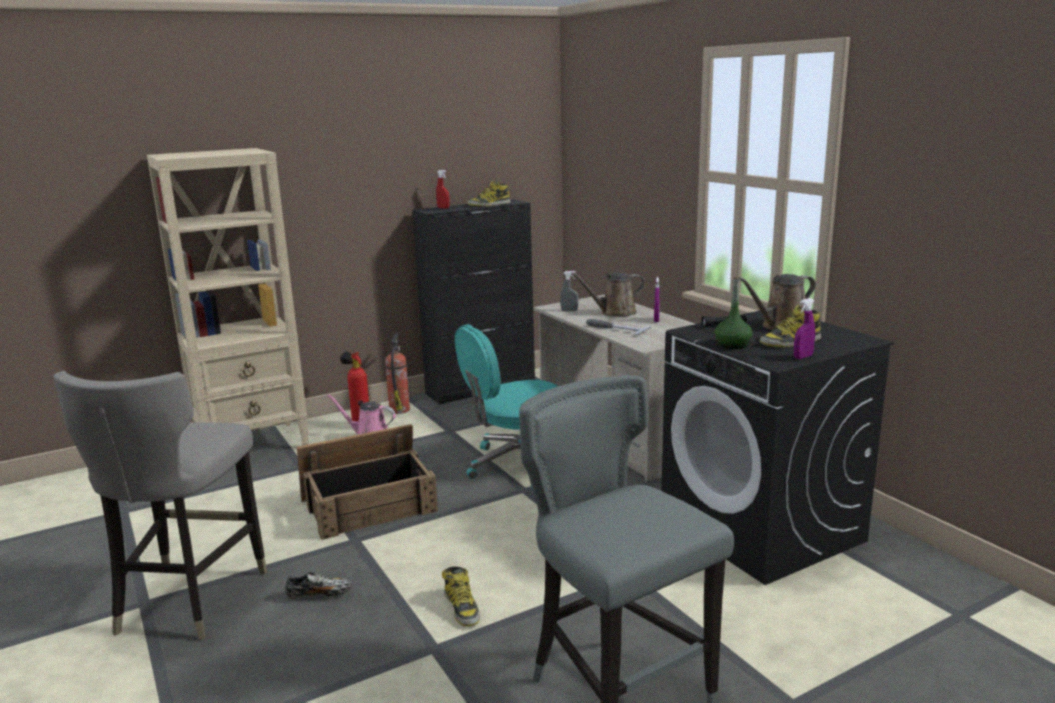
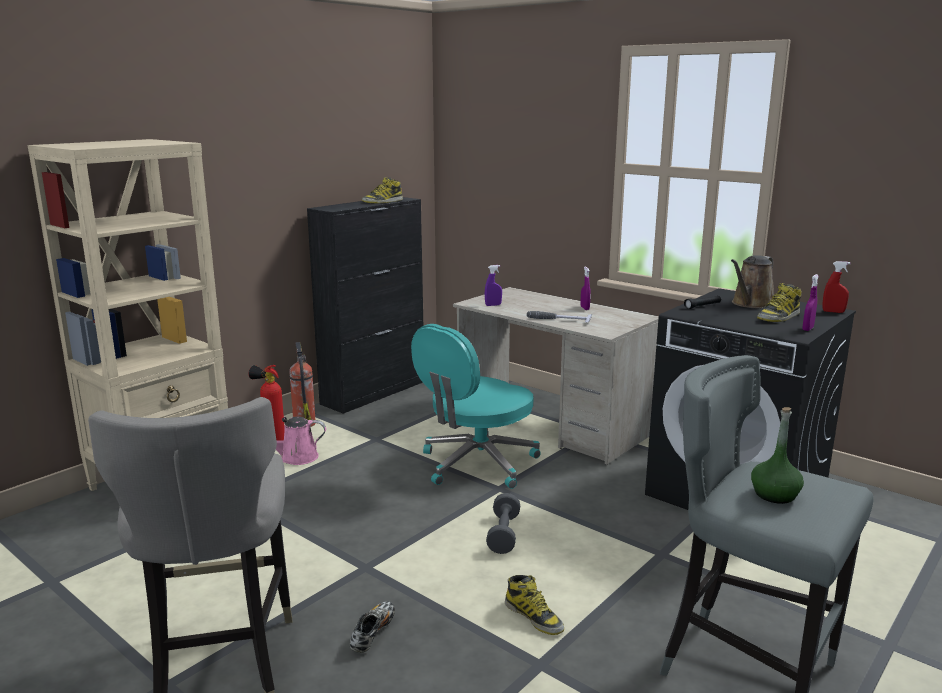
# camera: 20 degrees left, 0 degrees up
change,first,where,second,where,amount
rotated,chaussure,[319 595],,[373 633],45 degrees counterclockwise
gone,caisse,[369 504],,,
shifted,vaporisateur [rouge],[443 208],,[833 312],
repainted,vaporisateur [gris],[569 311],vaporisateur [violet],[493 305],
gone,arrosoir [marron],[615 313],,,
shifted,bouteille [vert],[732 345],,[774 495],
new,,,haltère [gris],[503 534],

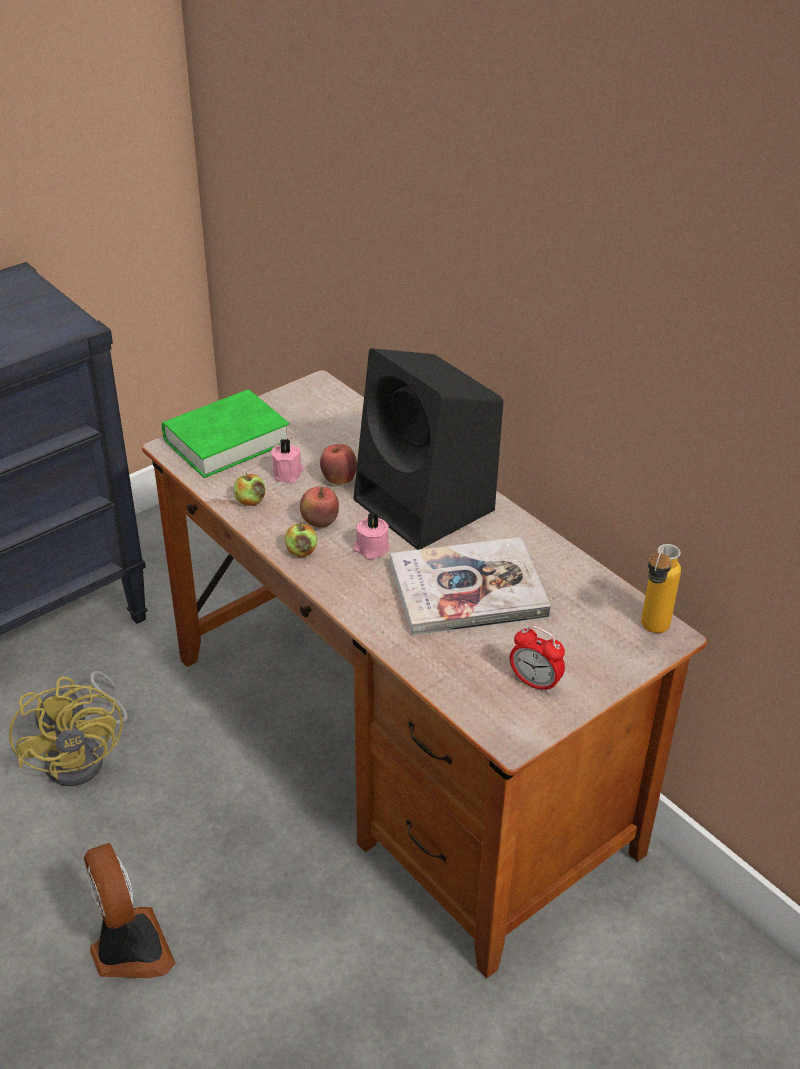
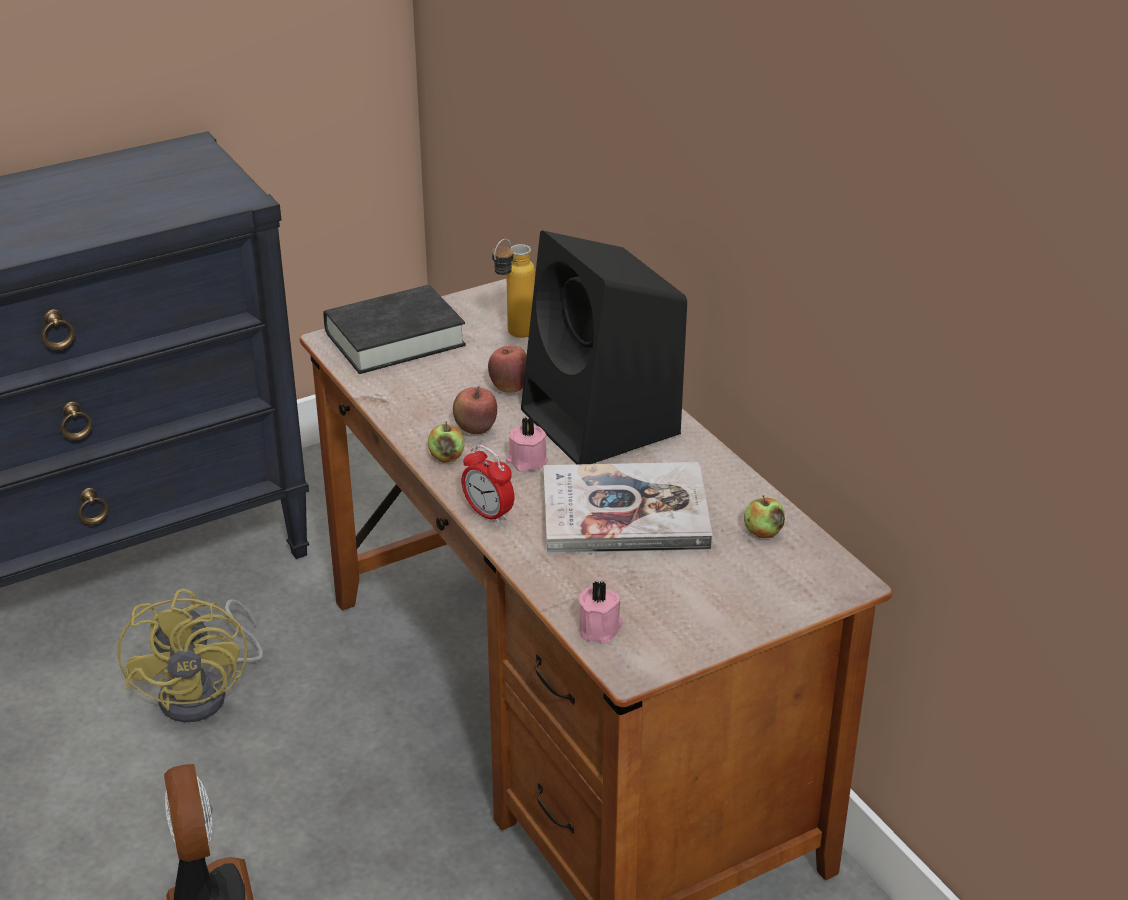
# camera: 10 degrees right, 5 degrees down
change,first,where,second,where,amount
repainted,livre [vert],[226 441],livre [noir],[394 339],
shifted,pomme,[250 501],,[763 532],
shifted,bougie [rose],[288 473],,[601 629],
shifted,réveil,[535 682],,[488 513],
shifted,bouteille,[650 632],,[513 336],

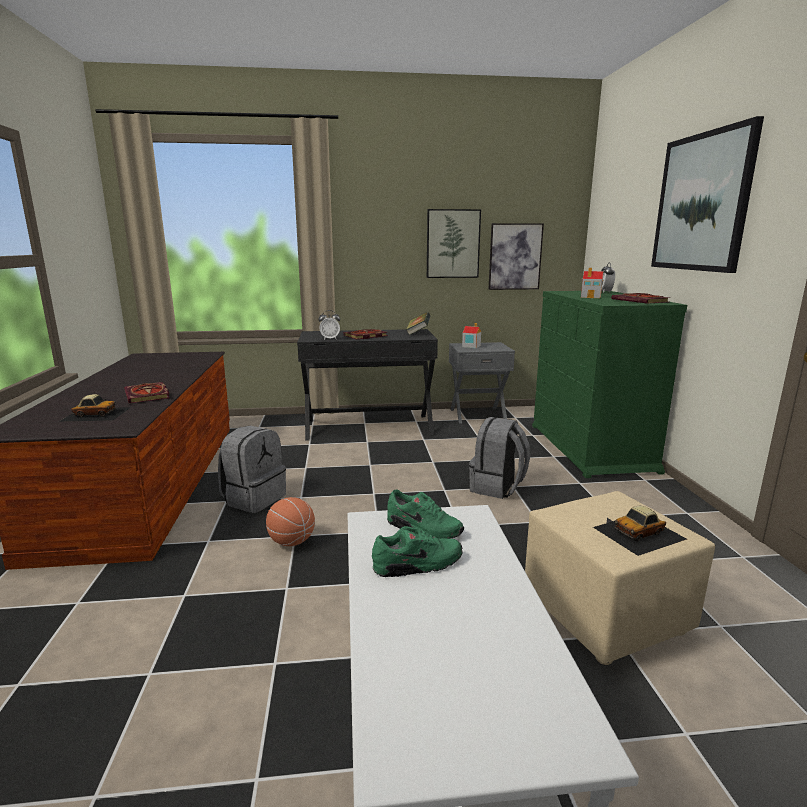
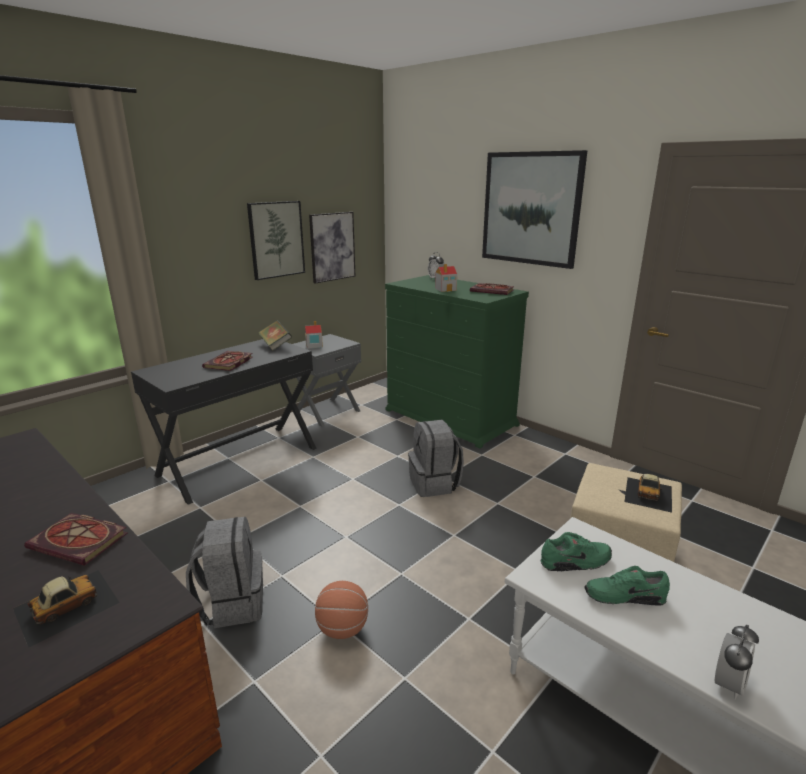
# camera: 40 degrees left, 5 degrees up
change,first,where,second,where,amount
shifted,réveil,[330 339],,[728 684],
rotated,chaussure [vert],[418 565],,[624 596],120 degrees counterclockwise

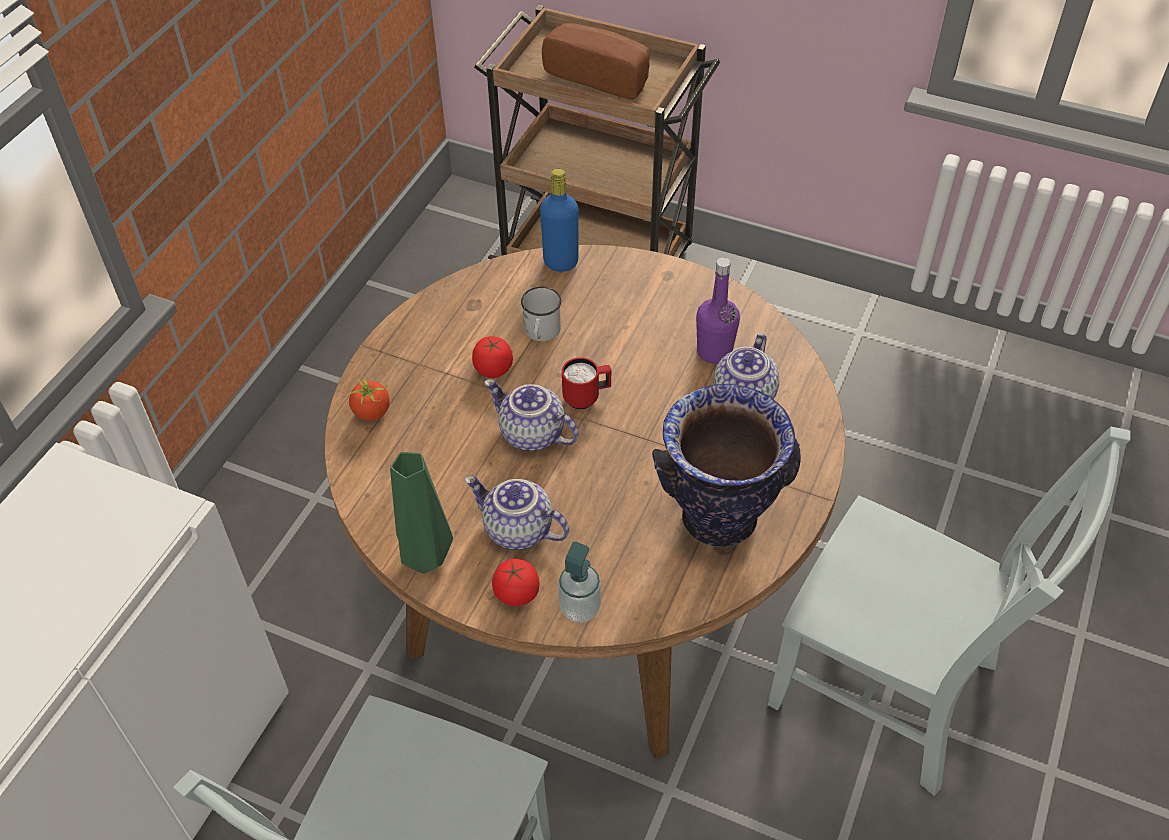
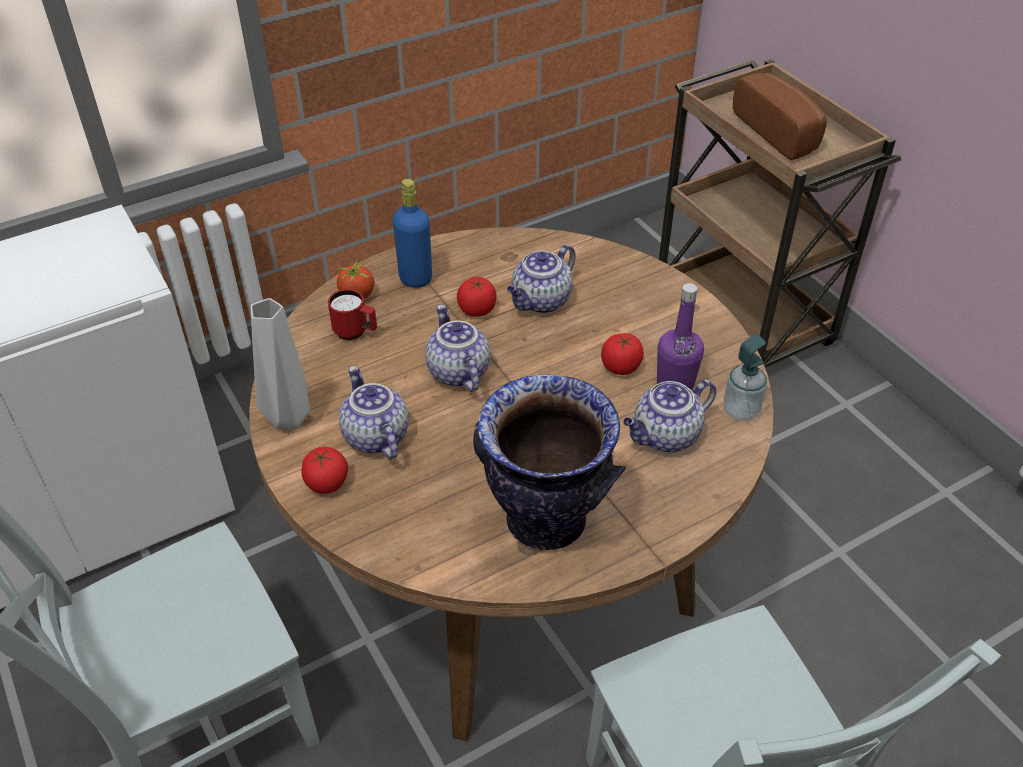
# camera: 35 degrees right, 5 degrees down
change,first,where,second,where,amount
repainted,vase [vert],[423 557],vase [gris],[288 417],
swapped,mug [blanc],[541 333],théière,[541 302],
shifted,bouteille [bleu],[561 262],,[415 278],
shifted,distributeur de savon,[580 608],,[740 410],
shifted,mug [rouge],[587 397],,[355 332],
new,,,tomate,[621 366],

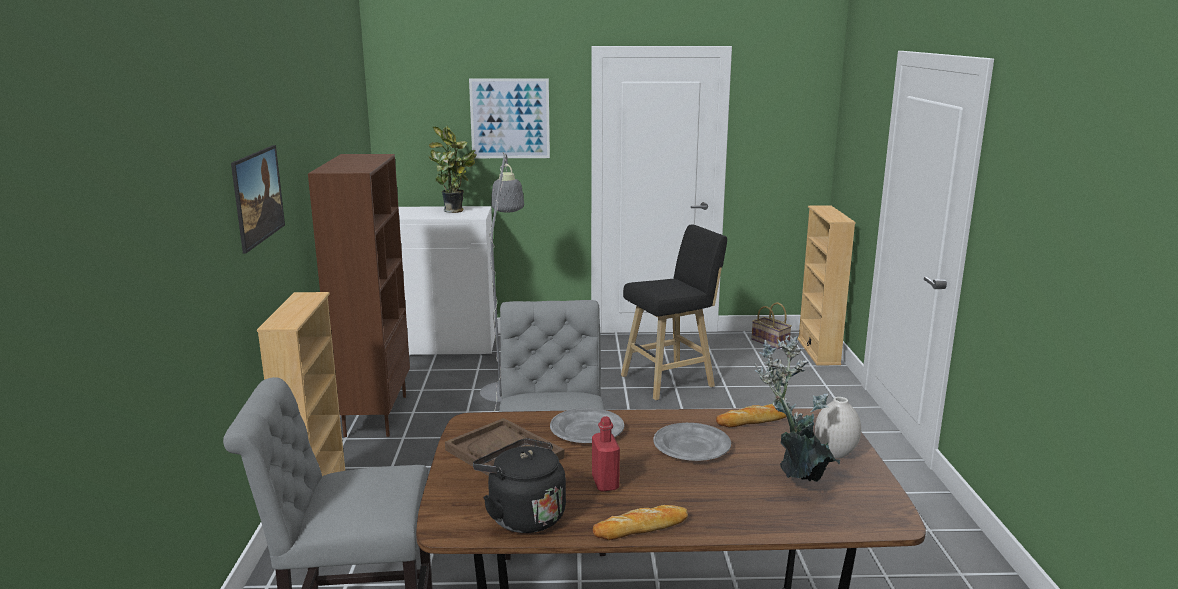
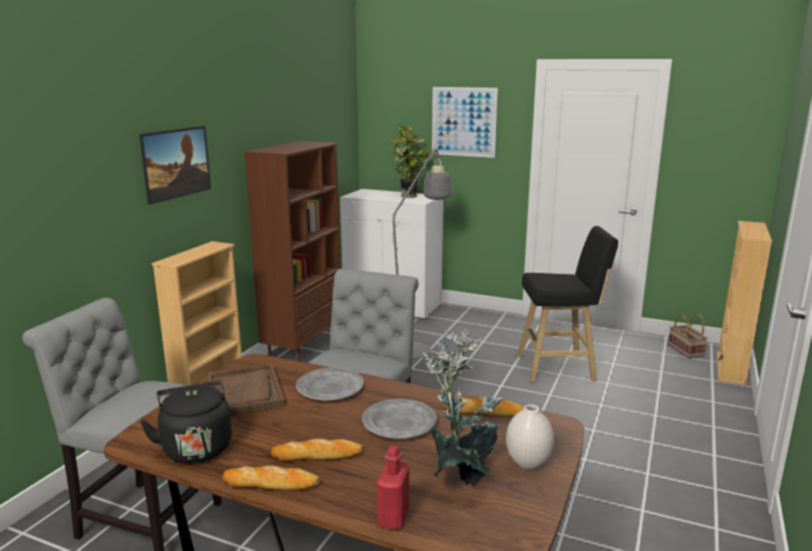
# camera: 25 degrees right, 0 degrees up
change,first,where,second,where,amount
shifted,bouteille [rouge],[605 483],,[393 518],
new,,,pain,[317 456],

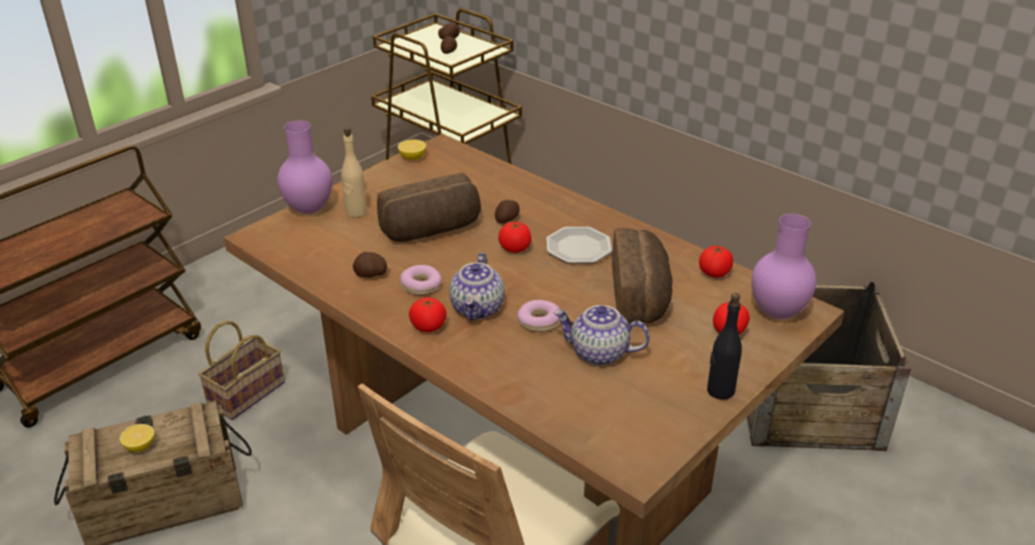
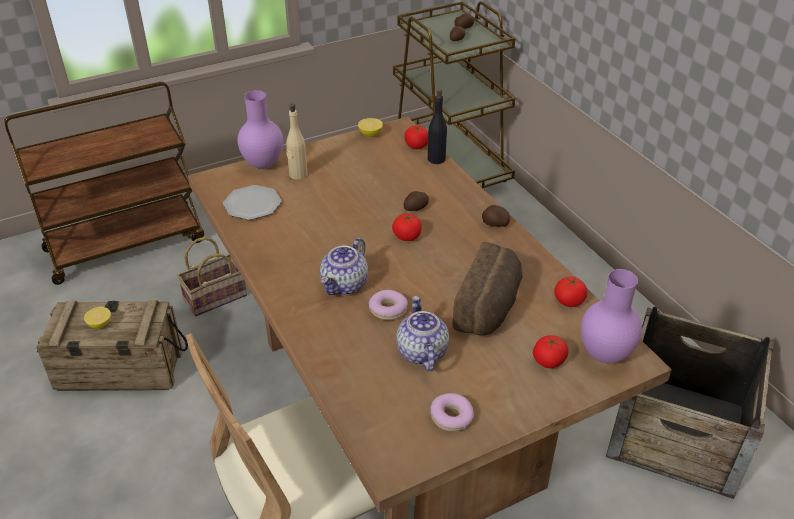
# camera: 20 degrees right, 5 degrees up
change,first,where,second,where,amount
shifted,pomme de terre,[370 275],,[495 224],
gone,pain,[432 230],,,
shifted,beignet,[421 286],,[451 417],
shifted,tomate,[428 326],,[416 146],
shifted,assiette,[579 247],,[253 204],
rotated,théière,[598 353],,[421 352],45 degrees clockwise
shifted,bouteille [noir],[720 390],,[436 159],

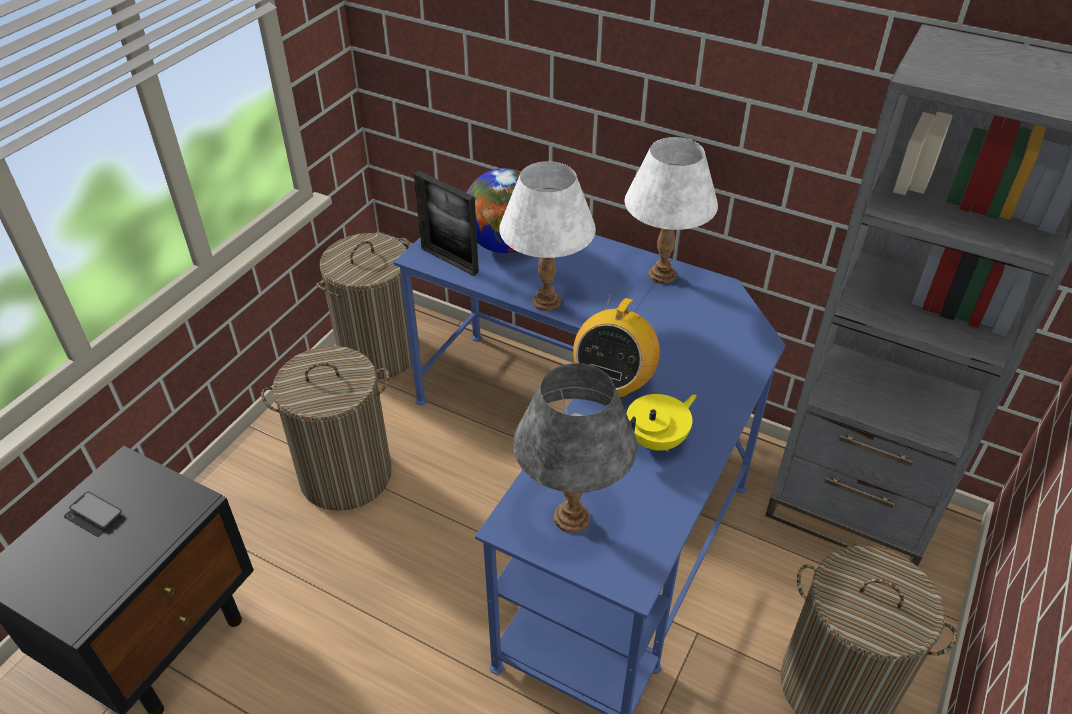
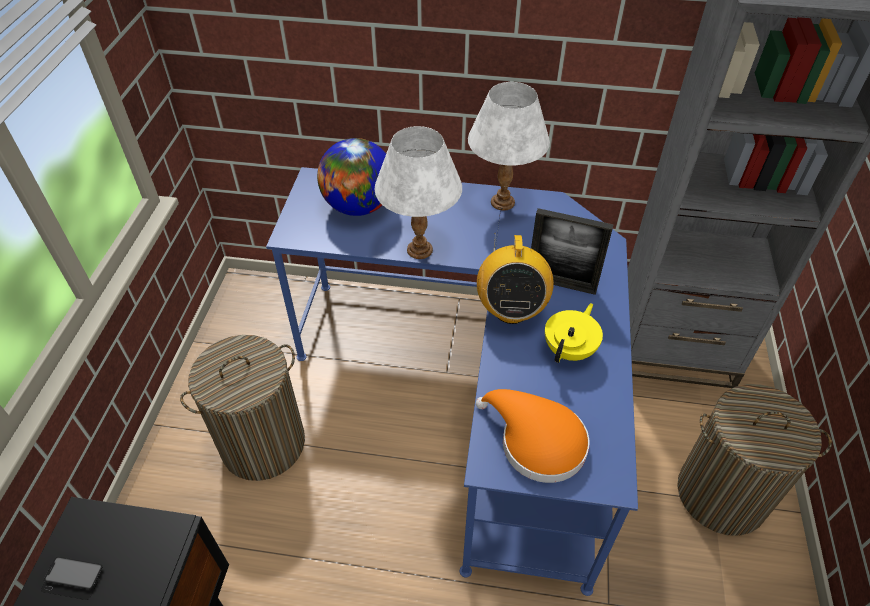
# camera: 20 degrees left, 5 degrees up
change,first,where,second,where,amount
gone,panier à linge,[379 352],,,
shifted,cadre photo,[449 260],,[561 284],
swapped,lampe de table [gris],[571 518],chapeau [orange],[536 441],

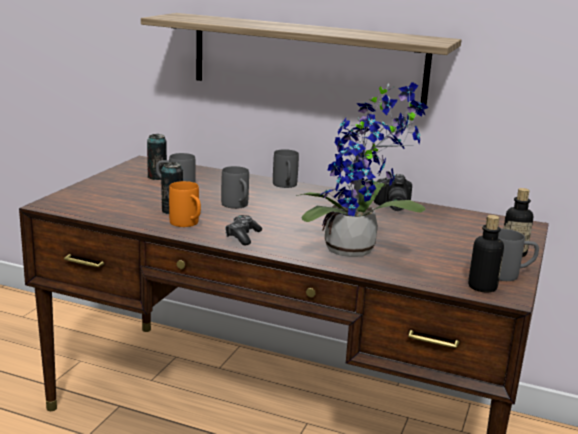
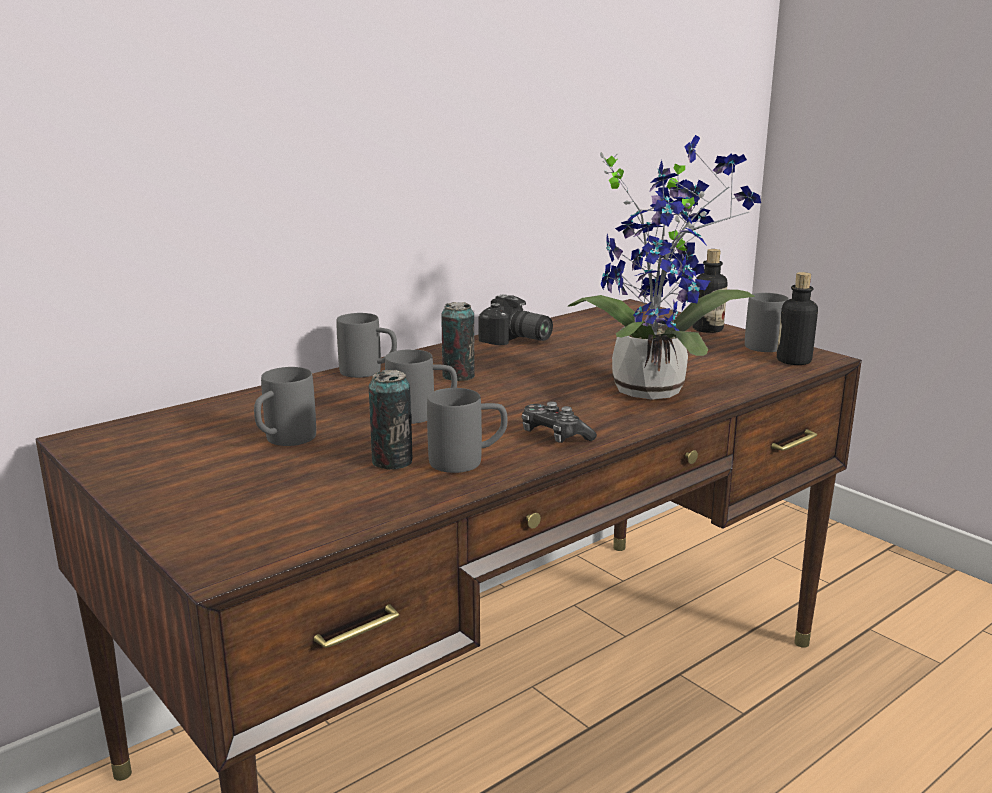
# camera: 60 degrees left, 0 degrees up
change,first,where,second,where,amount
gone,étagère,[307 59],,,
shifted,boîte métallique,[157 177],,[458 376],
repainted,mug [orange],[187 224],mug [gris],[468 461],

